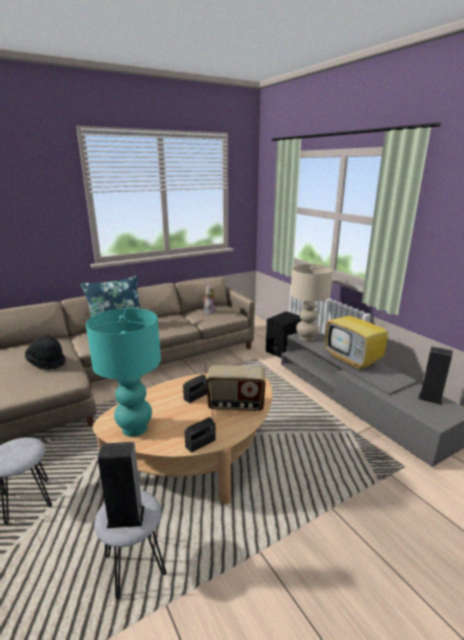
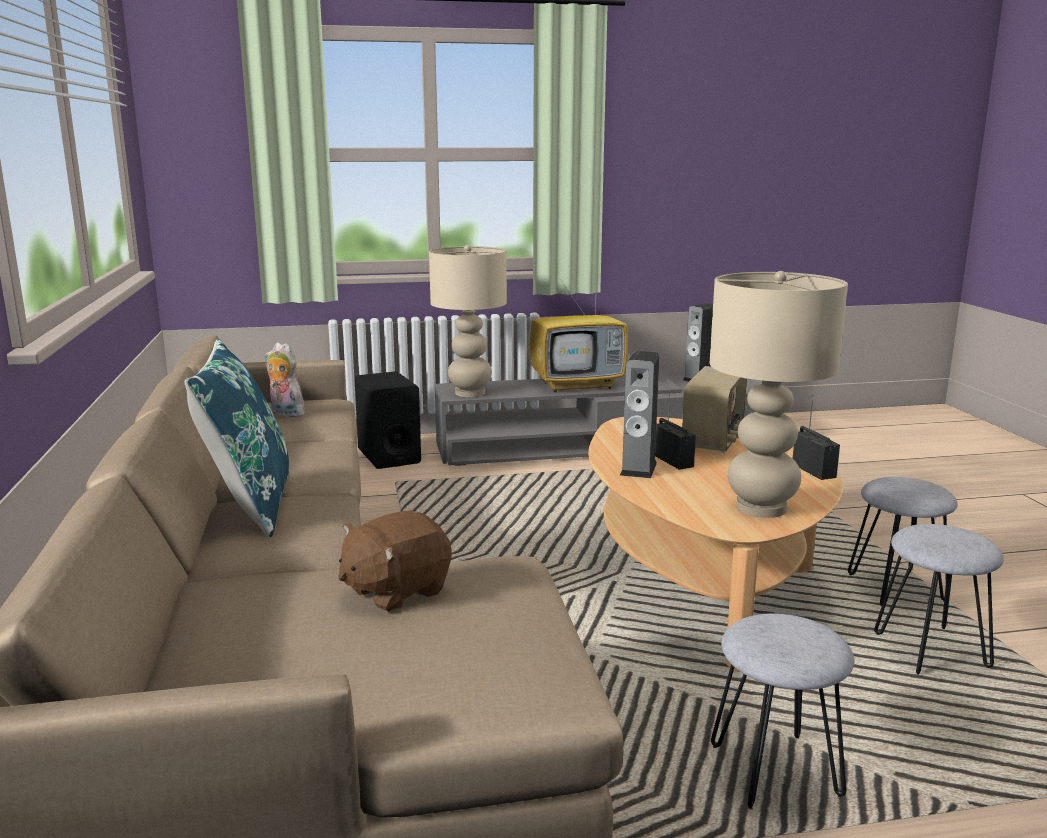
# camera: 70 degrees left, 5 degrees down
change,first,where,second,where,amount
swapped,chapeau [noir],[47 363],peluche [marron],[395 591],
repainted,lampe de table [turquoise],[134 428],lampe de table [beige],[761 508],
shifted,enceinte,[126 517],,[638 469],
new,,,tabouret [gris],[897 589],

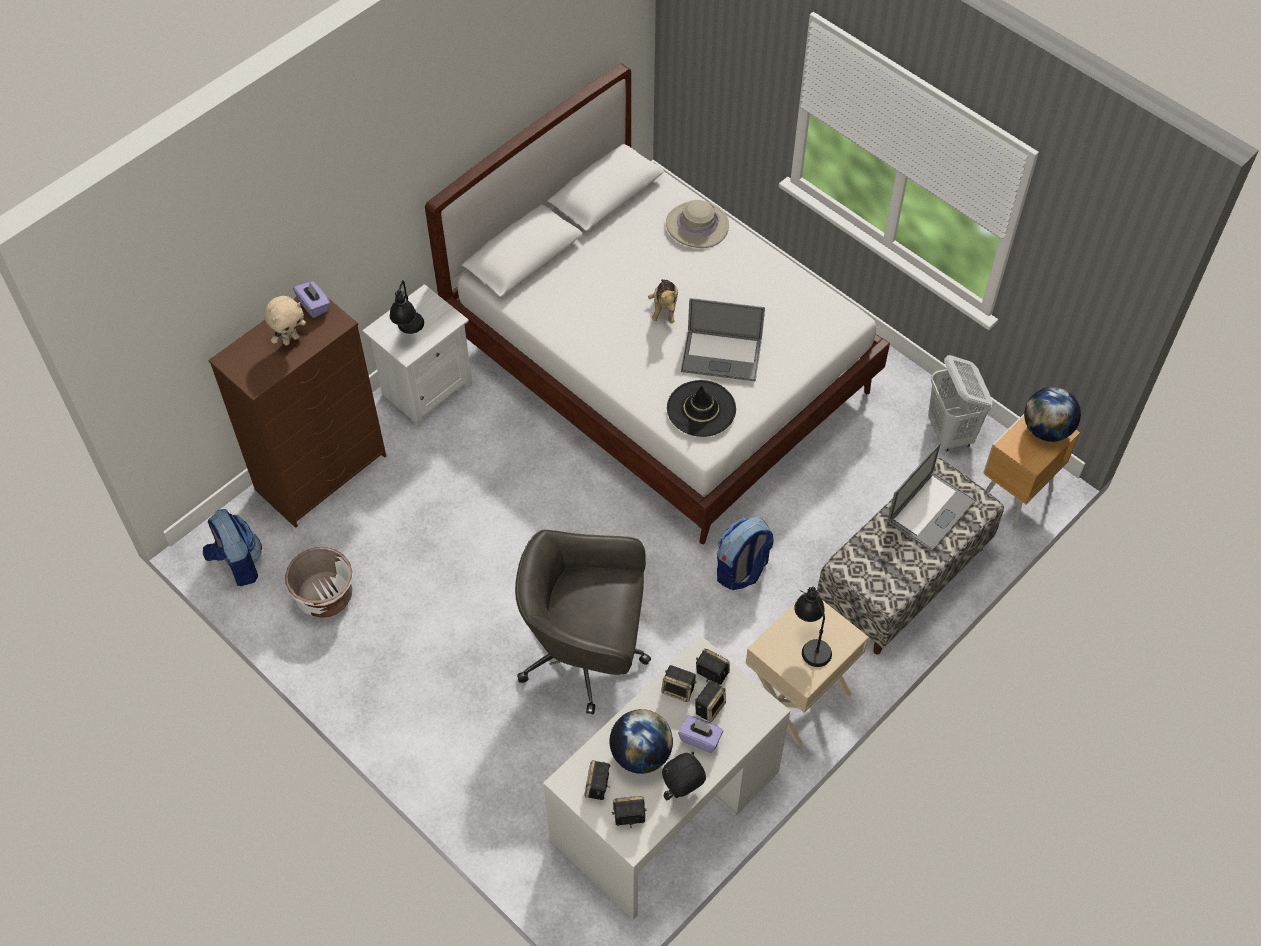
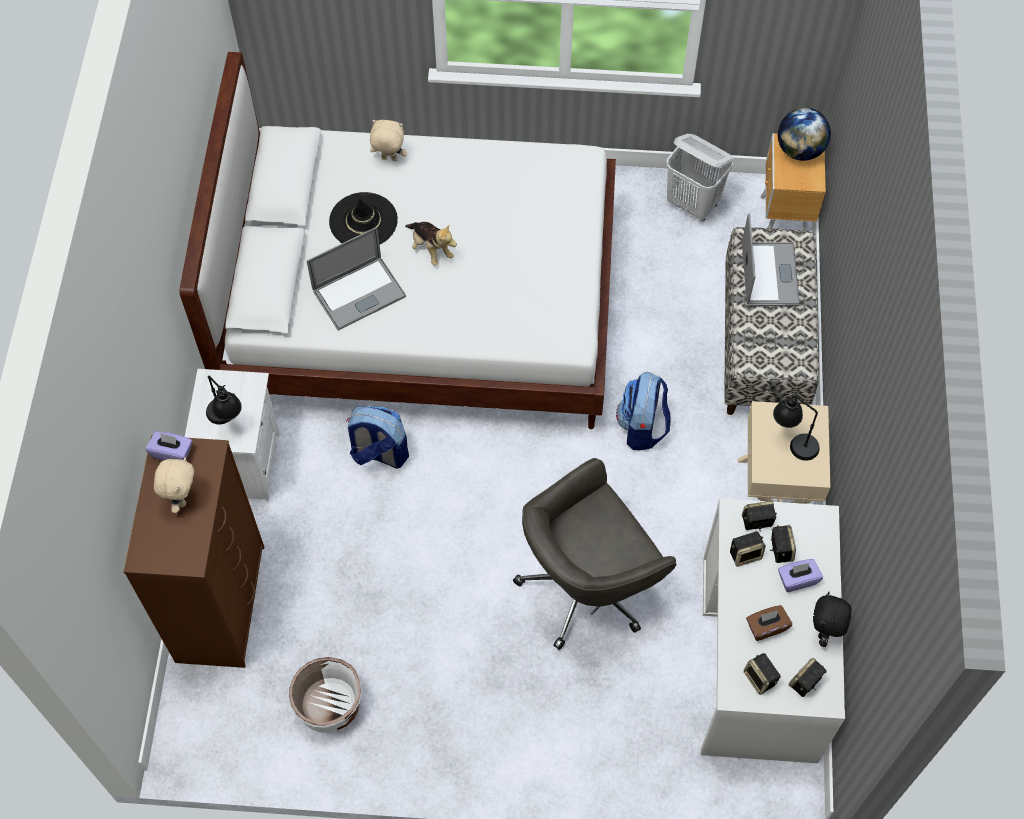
# camera: 40 degrees left, 5 degrees up
change,first,where,second,where,amount
shifted,sac à dos,[238 564],,[379 453],
swapped,globe,[640 754],boîte à mouchoirs [marron],[766 627],
swapped,chapeau [beige],[697 225],peluche [beige],[389 159],
shifted,chapeau [noir],[701 409],,[363 221],
shifted,ordinateur portable,[721 356],,[359 293],

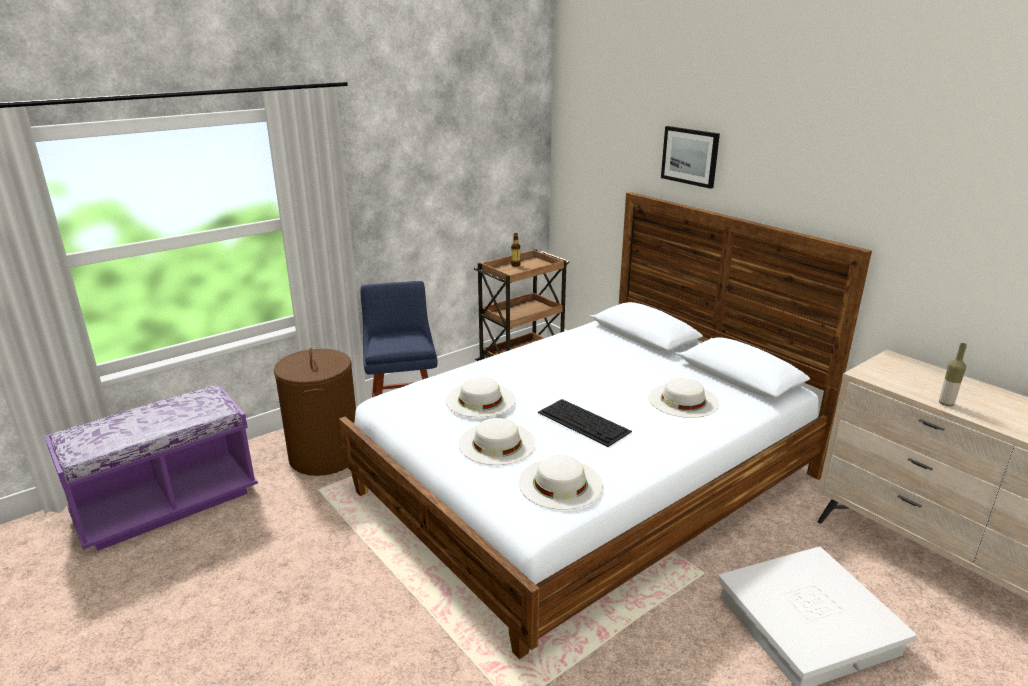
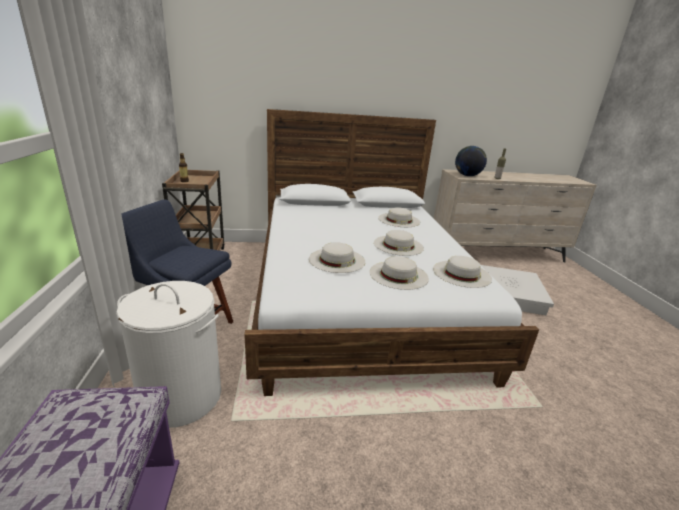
# camera: 60 degrees left, 0 degrees up
change,first,where,second,where,amount
repainted,panier à linge [marron],[324 456],panier à linge [blanc],[181 397],
swapped,clavier,[584 422],chapeau [blanc],[398 245],
gone,tableau,[690 156],,,
new,,,globe,[467 175],

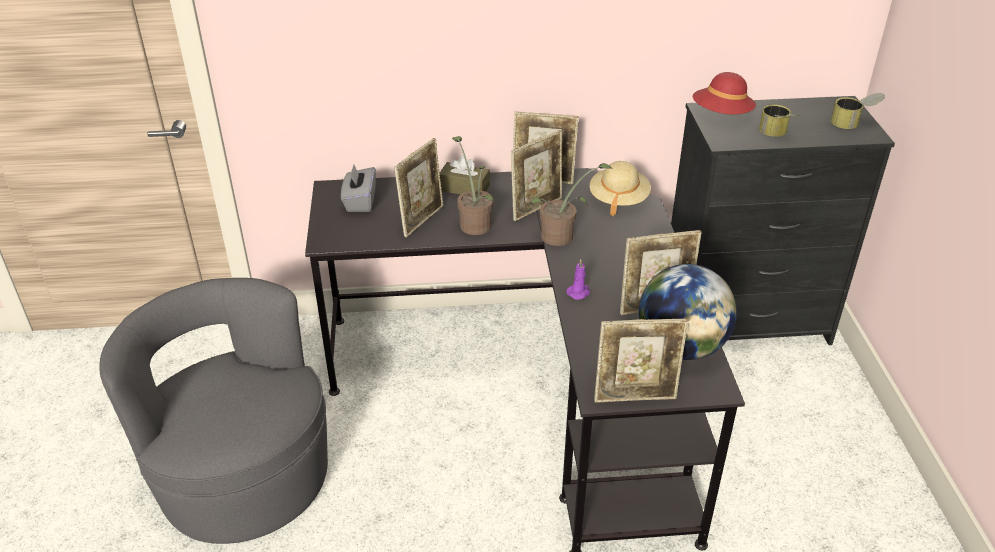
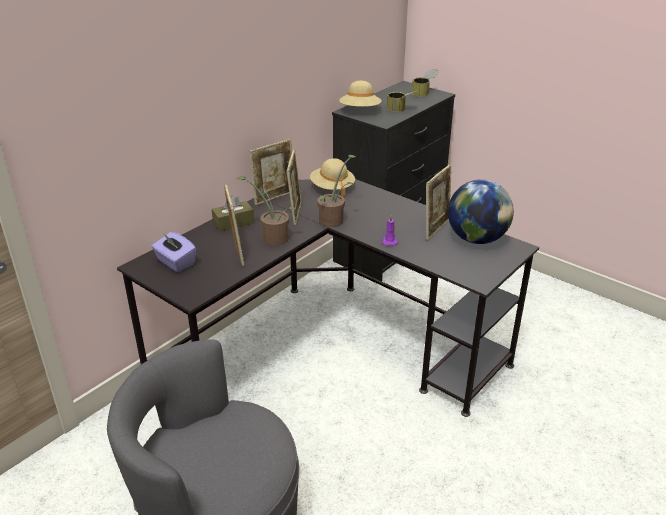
# camera: 45 degrees left, 5 degrees down
change,first,where,second,where,amount
repainted,boîte à mouchoirs [gris],[360 201],boîte à mouchoirs [violet],[175 262],
gone,cadre photo,[635 397],,,
repainted,chapeau [rouge],[721 115],chapeau [beige],[360 110],

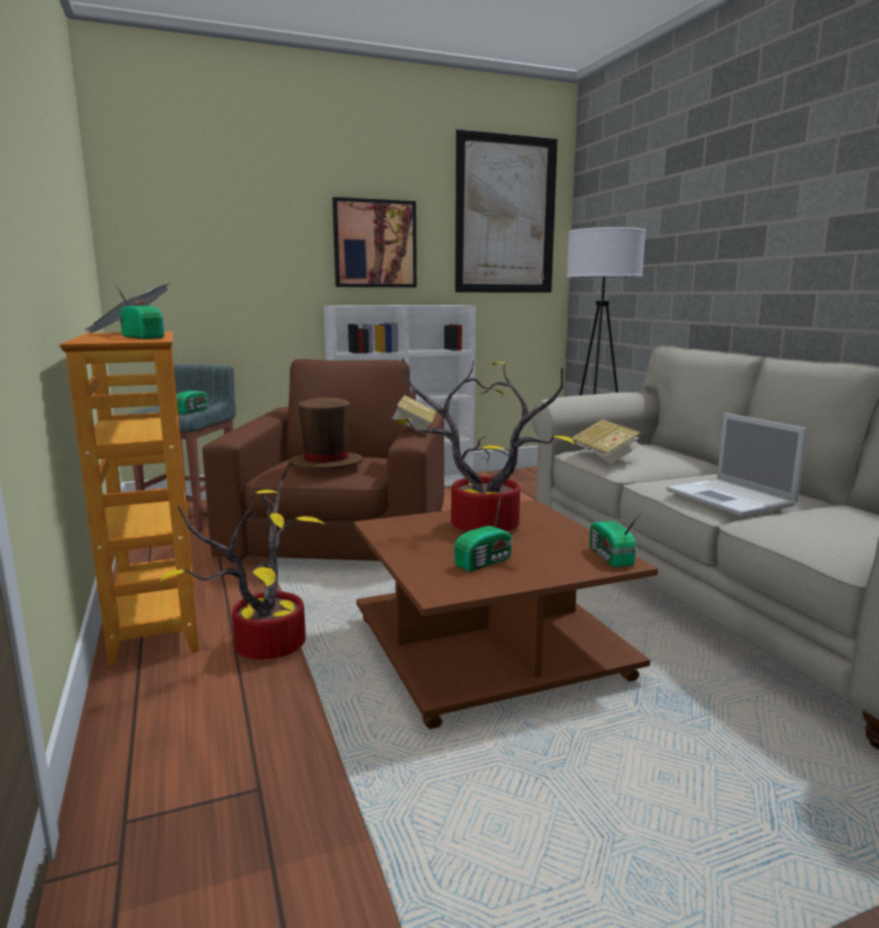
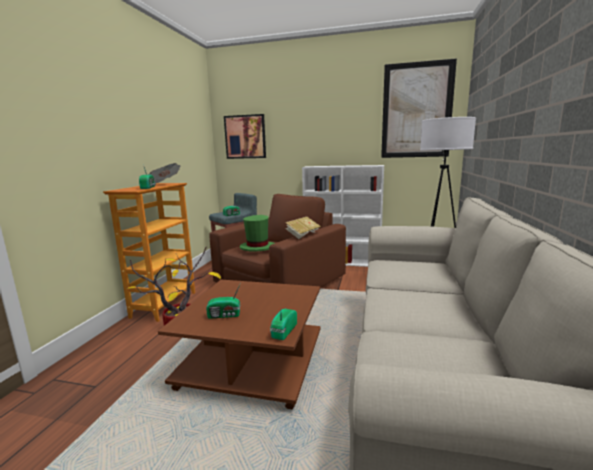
# camera: 35 degrees right, 0 degrees up
change,first,where,second,where,amount
repainted,chapeau [marron],[326 464],chapeau [vert],[257 247],
shifted,tableau,[375 244],,[245 137],
gone,plante en pot,[478 527],,,
gone,livre,[605 456],,,
gone,ordinateur portable,[731 498],,,

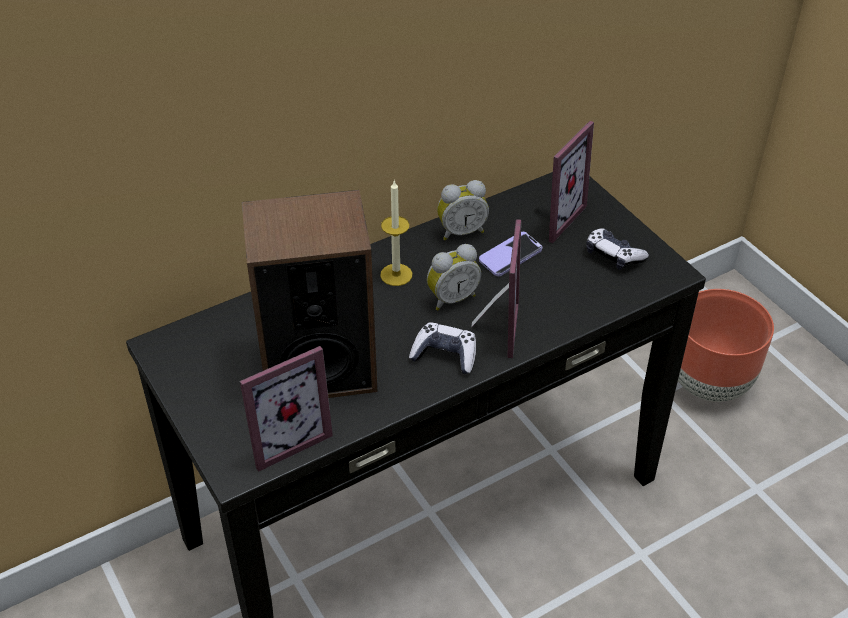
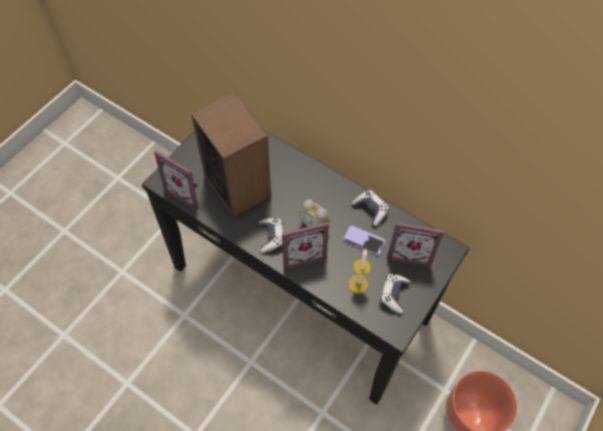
# camera: 65 degrees right, 15 degrees up
change,first,where,second,where,amount
shifted,bougie,[396 275],,[358 284],
swapped,réveil,[461 231],manette,[370 210],

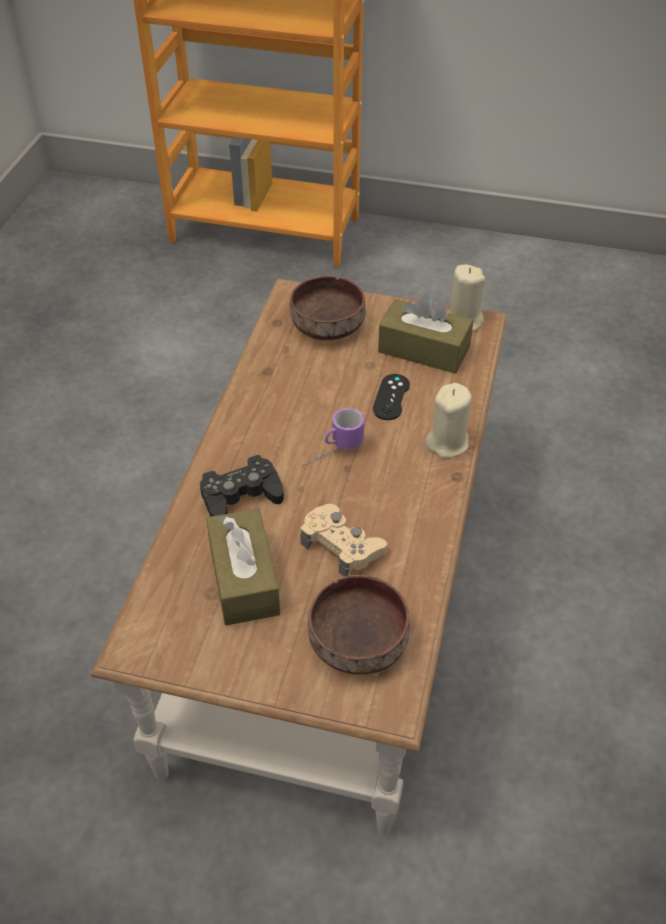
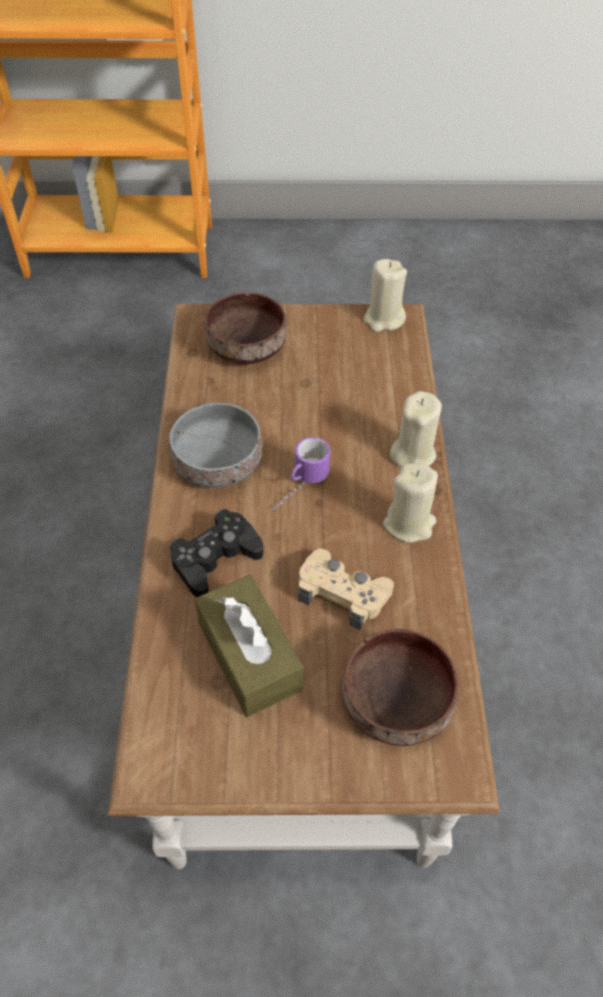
# camera: 15 degrees left, 5 degrees up
change,first,where,second,where,amount
gone,manette [noir],[391 397],,,
gone,boîte à mouchoirs [marron],[424 350],,,
new,,,bol [gris],[216 461],
new,,,bougie [beige],[409 524],

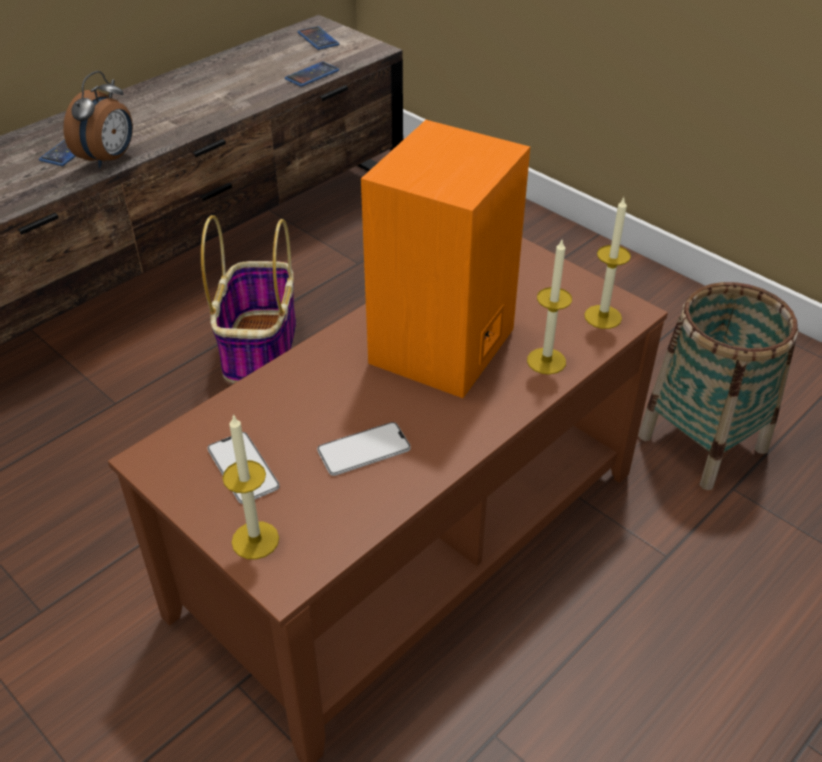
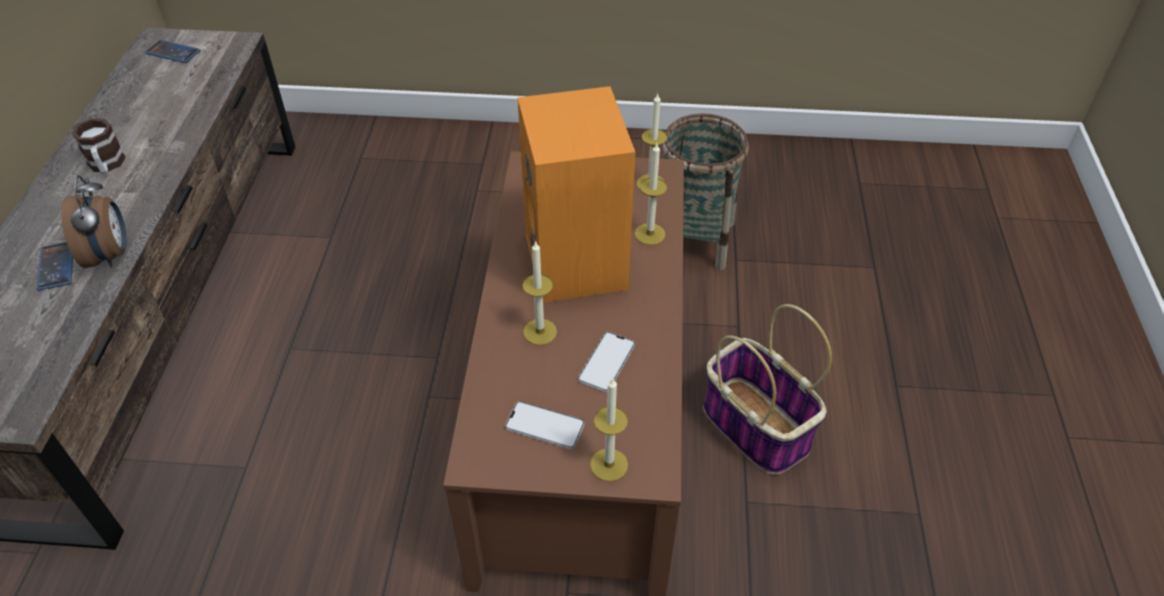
# camera: 40 degrees left, 5 degrees up
change,first,where,second,where,amount
shifted,panier,[260 347],,[753 426],
gone,téléphone,[312 75],,,
new,,,mug,[107 166],
new,,,bougie,[540 332],

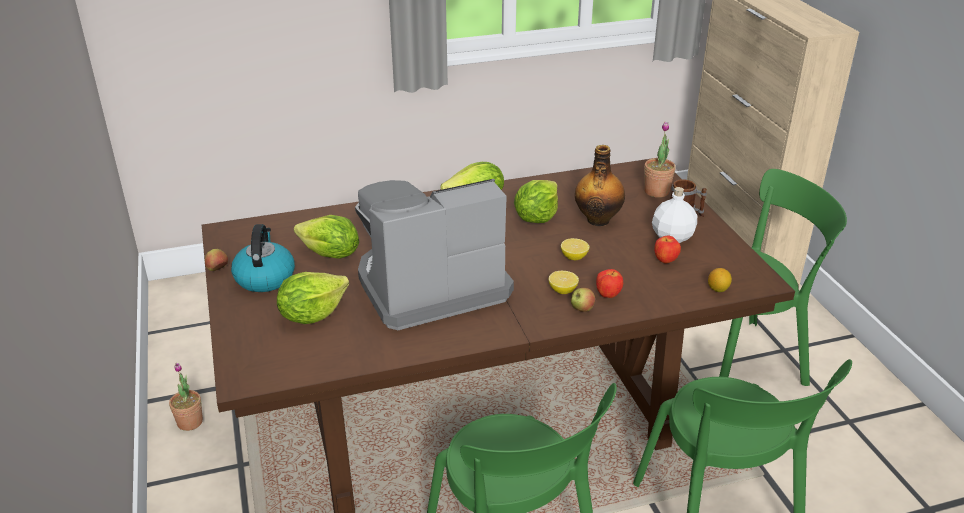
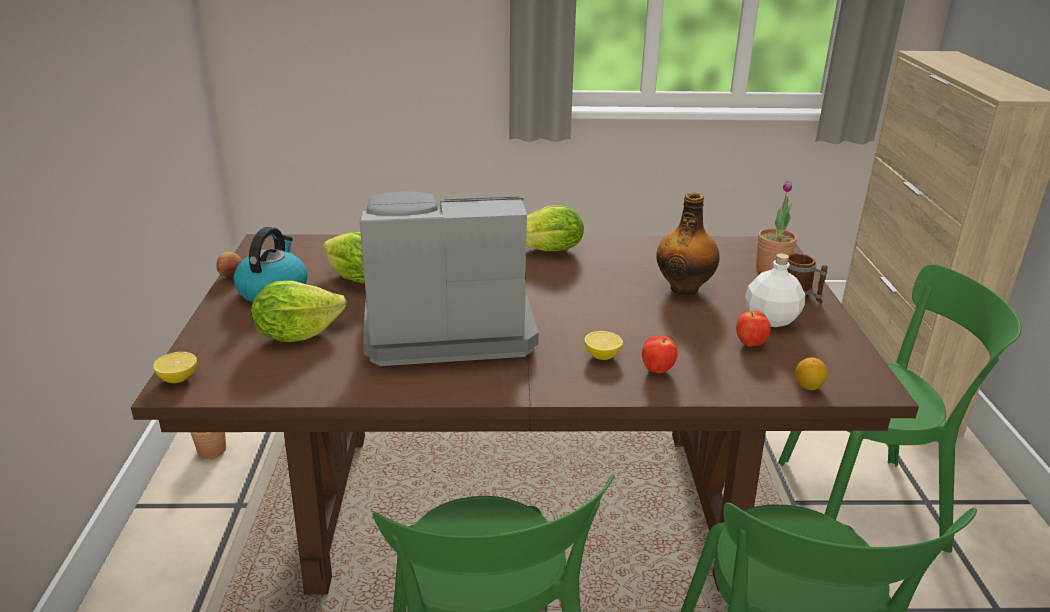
# camera: 15 degrees right, 5 degrees down
change,first,where,second,where,amount
gone,laitue,[536 217],,,
shifted,citron,[574 257],,[178 378],
gone,pomme,[581 309],,,

